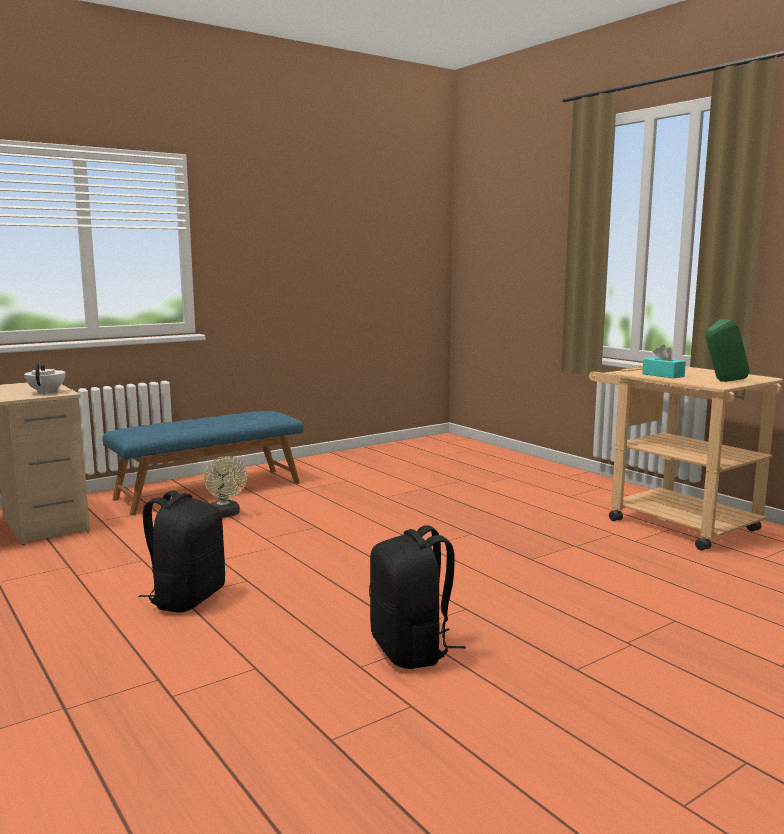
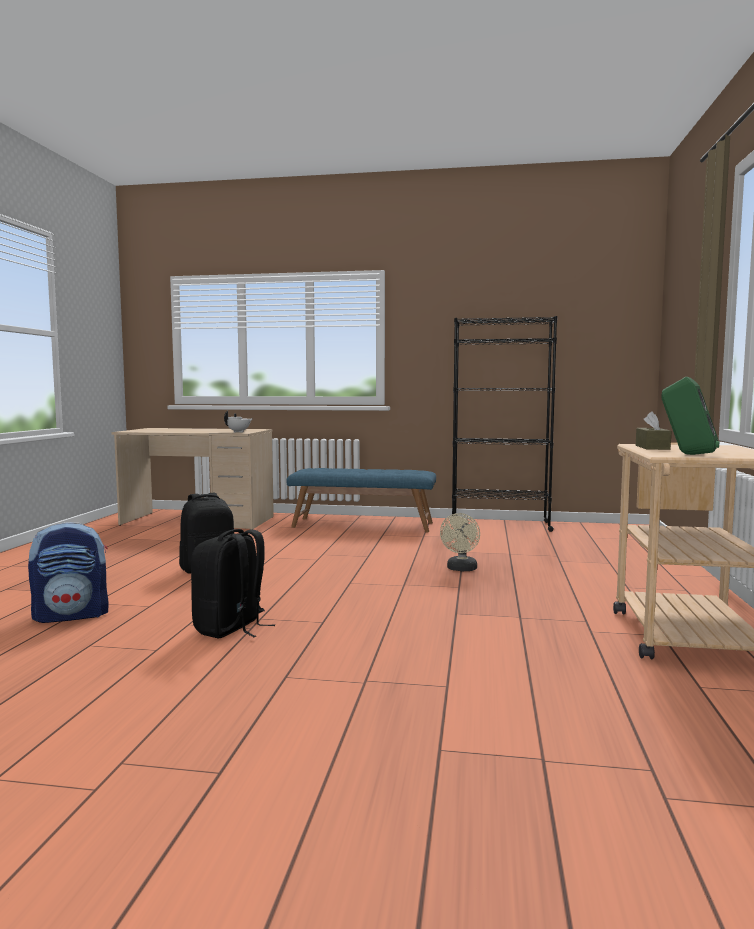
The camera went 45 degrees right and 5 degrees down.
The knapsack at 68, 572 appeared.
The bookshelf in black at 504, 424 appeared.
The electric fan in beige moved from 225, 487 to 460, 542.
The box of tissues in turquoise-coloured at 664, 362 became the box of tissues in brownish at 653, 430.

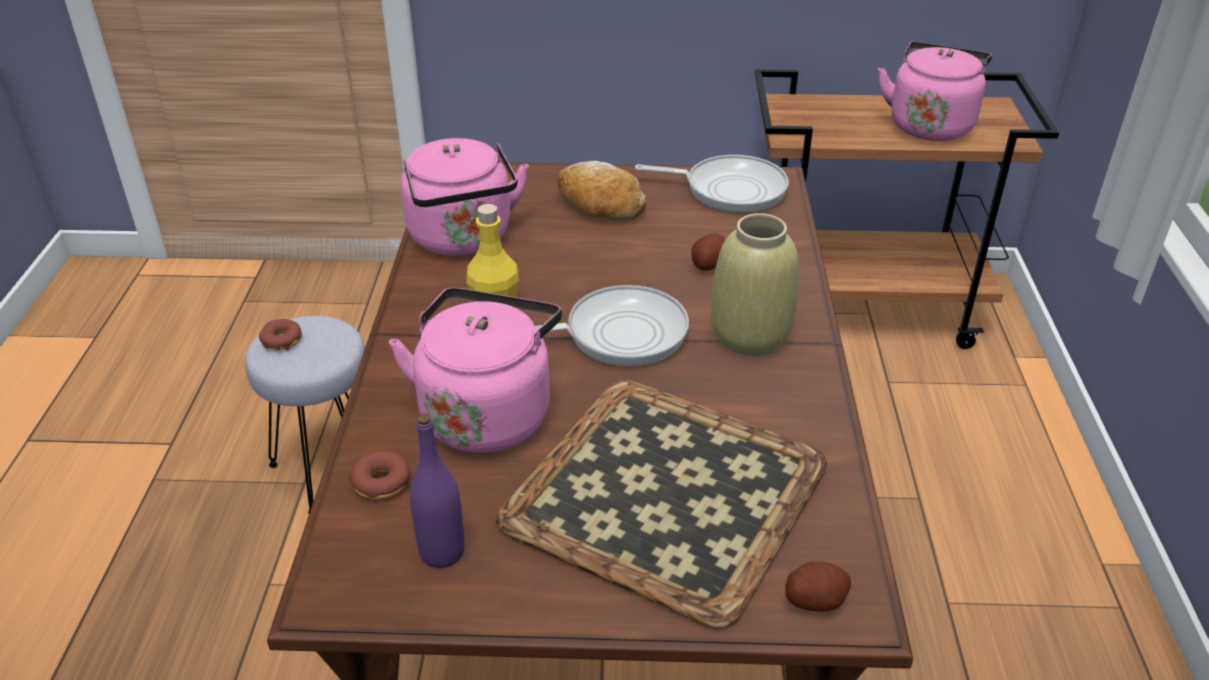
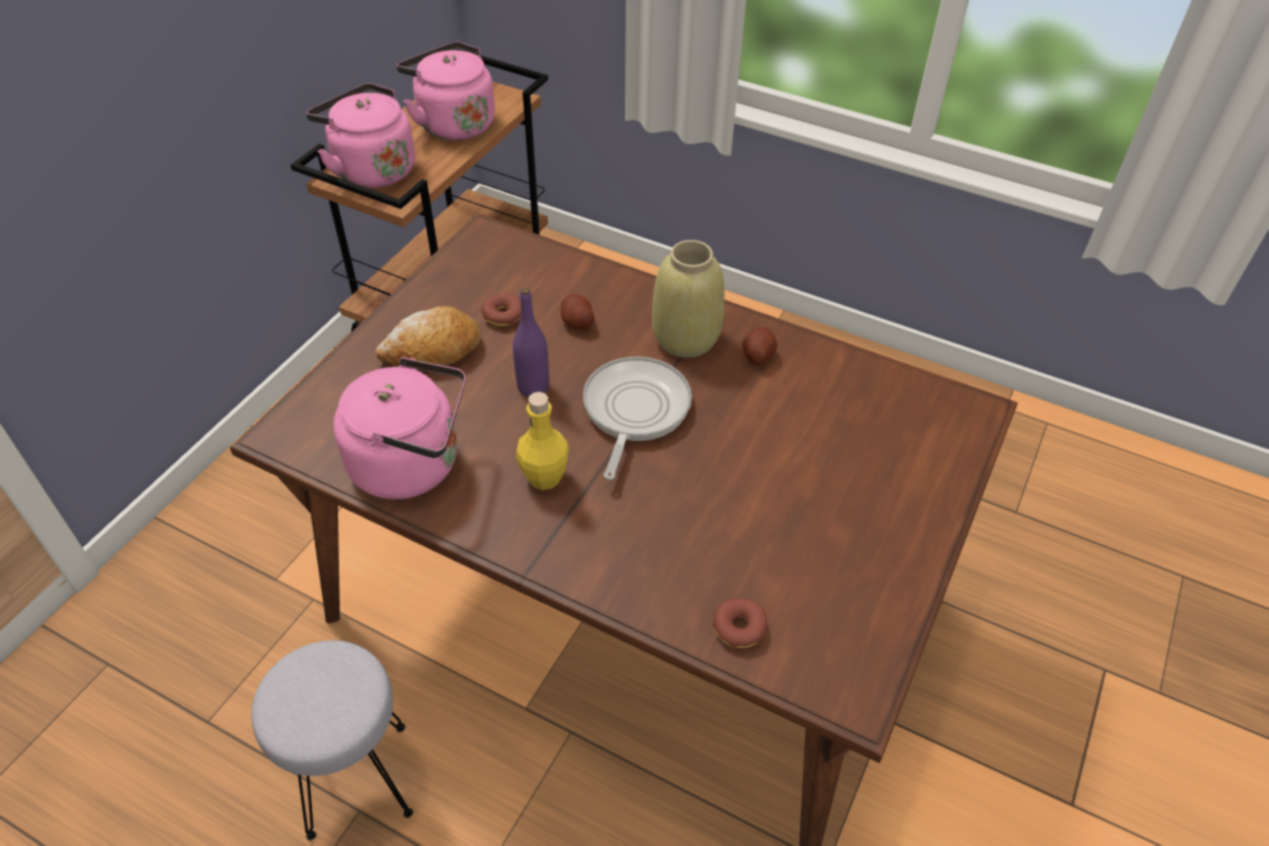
The camera went 65 degrees left and 10 degrees up.
The carrying tray at 661, 504 disappeared.
The pan at 712, 184 disappeared.
The doughnut moved from 280, 334 to 501, 309.
The tea kettle in pink-coloured moved from 475, 370 to 360, 135.
The bottle in purple-coloured moved from 437, 491 to 531, 342.
The spud moved from 818, 586 to 759, 346.

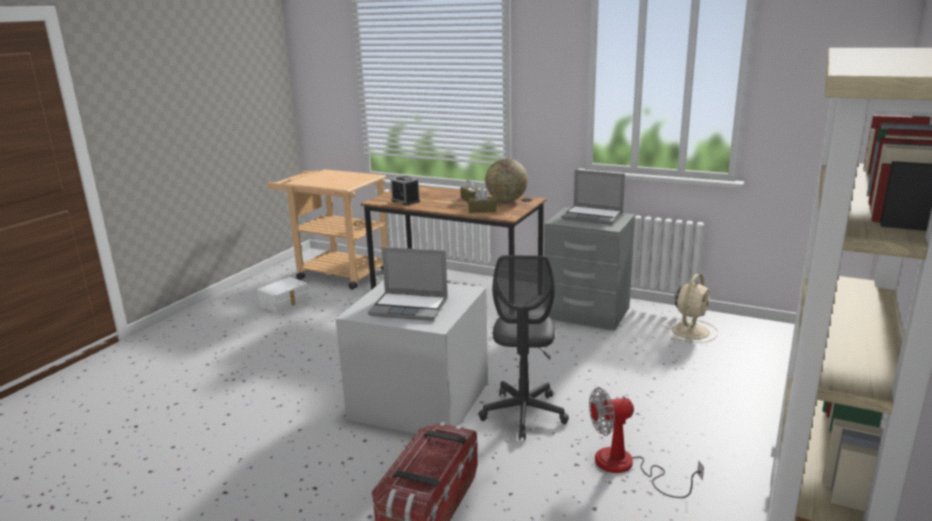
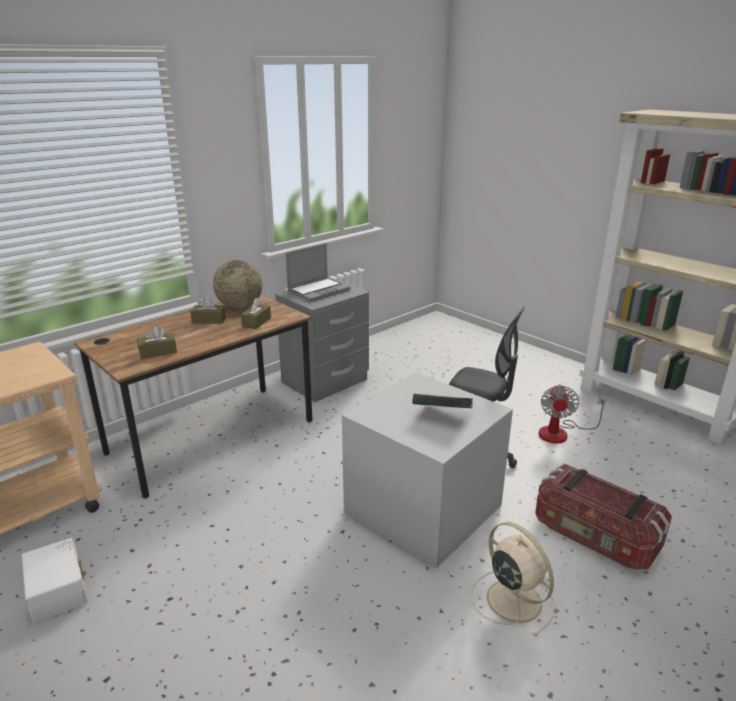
The camera went 70 degrees left and 5 degrees up.
The electric fan in beige moved from 691, 308 to 513, 579.
The portable computer at 408, 284 was replaced by the volume at 442, 401.
The table clock at 405, 191 was replaced by the box of tissues in brownish at 157, 342.

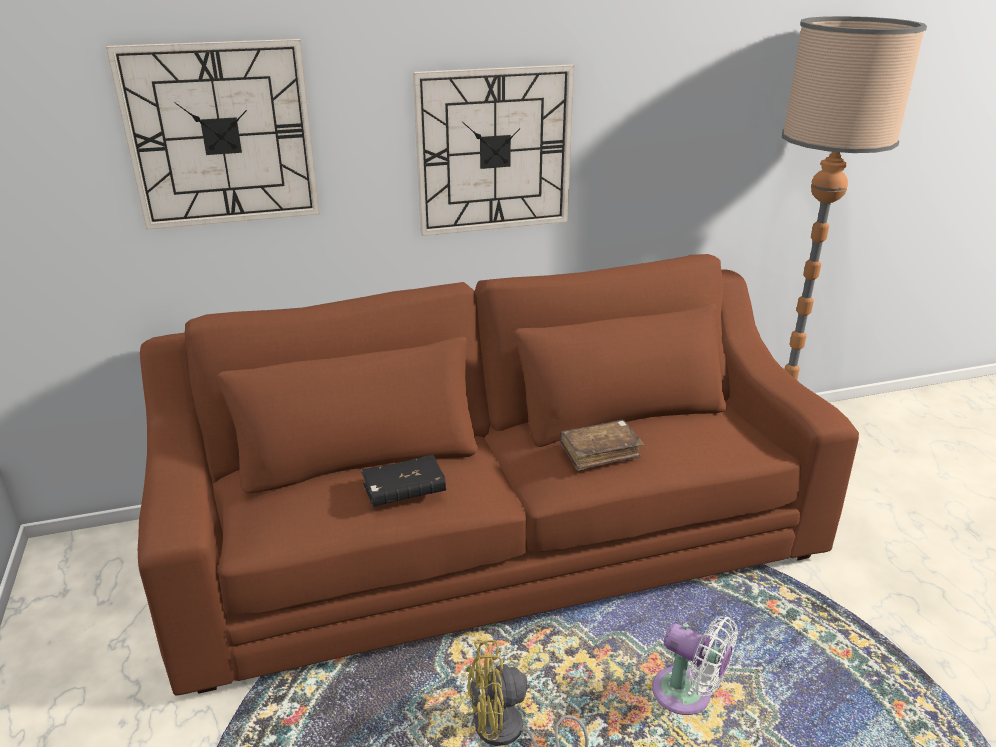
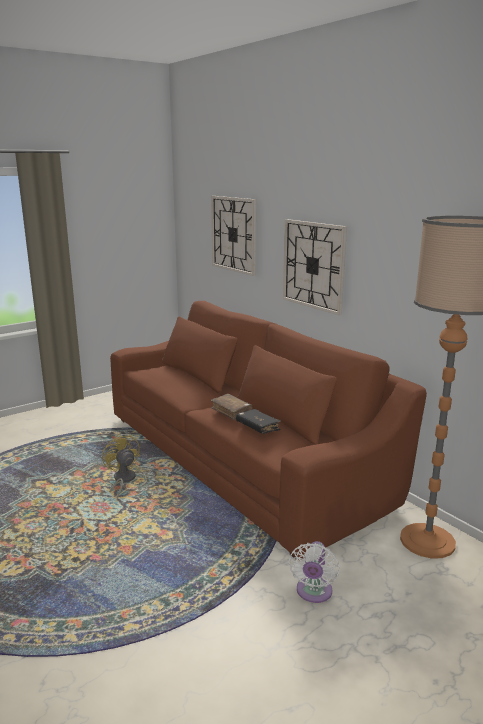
The camera went 70 degrees right and 10 degrees down.
The volume in black moved from 403, 480 to 258, 421.
The electric fan in whitish moved from 695, 665 to 314, 572.

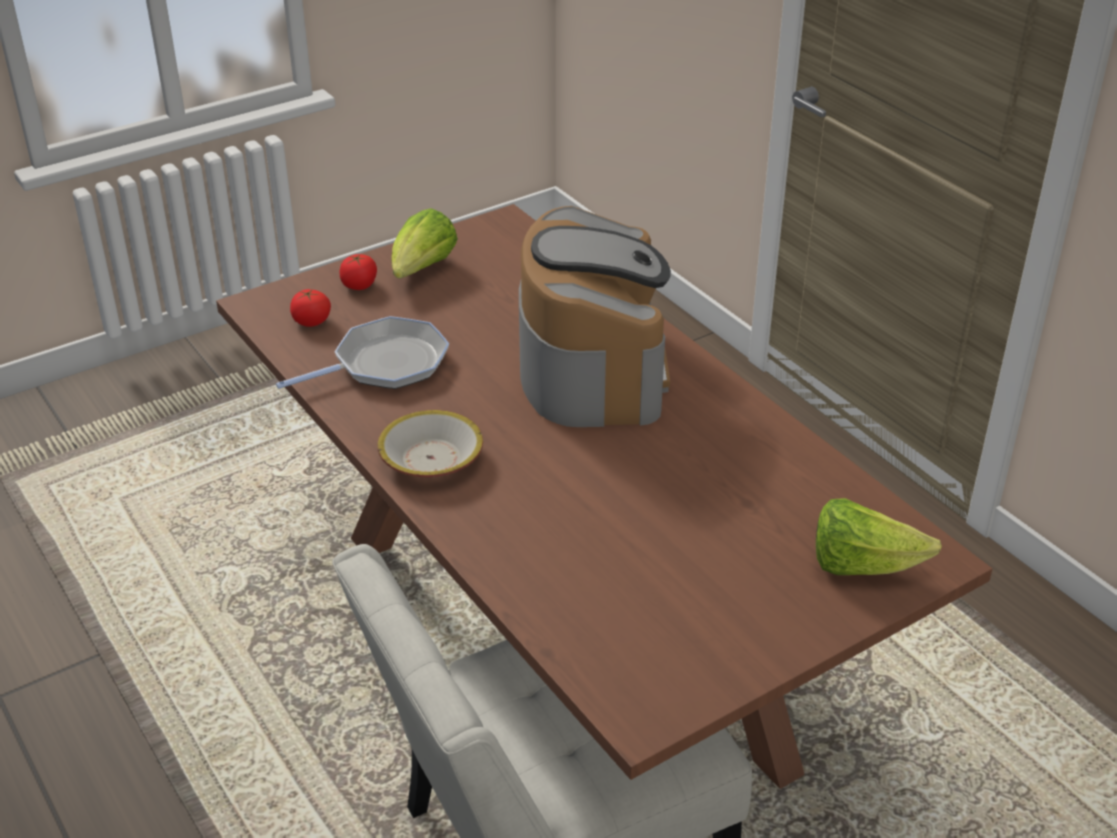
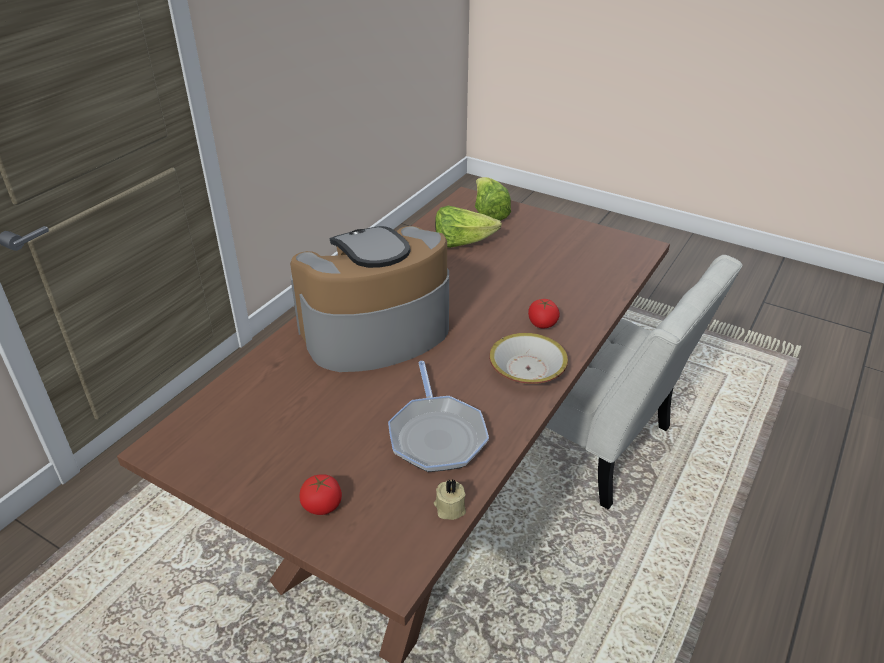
The camera went 115 degrees left and 0 degrees up.
The wax candle in beige at 450, 499 appeared.
The fresh tomato moved from 310, 308 to 544, 313.
The lettuce head moved from 424, 243 to 468, 227.
The pan at 362, 352 turned 135 degrees counterclockwise.

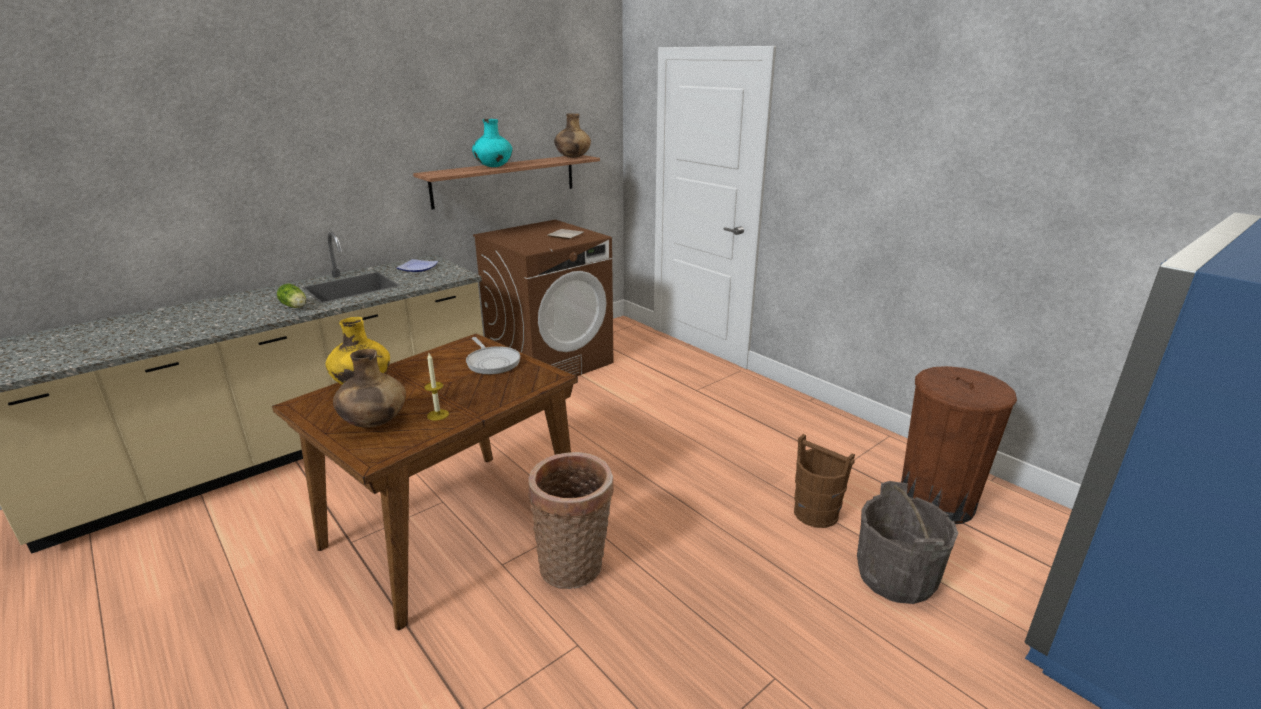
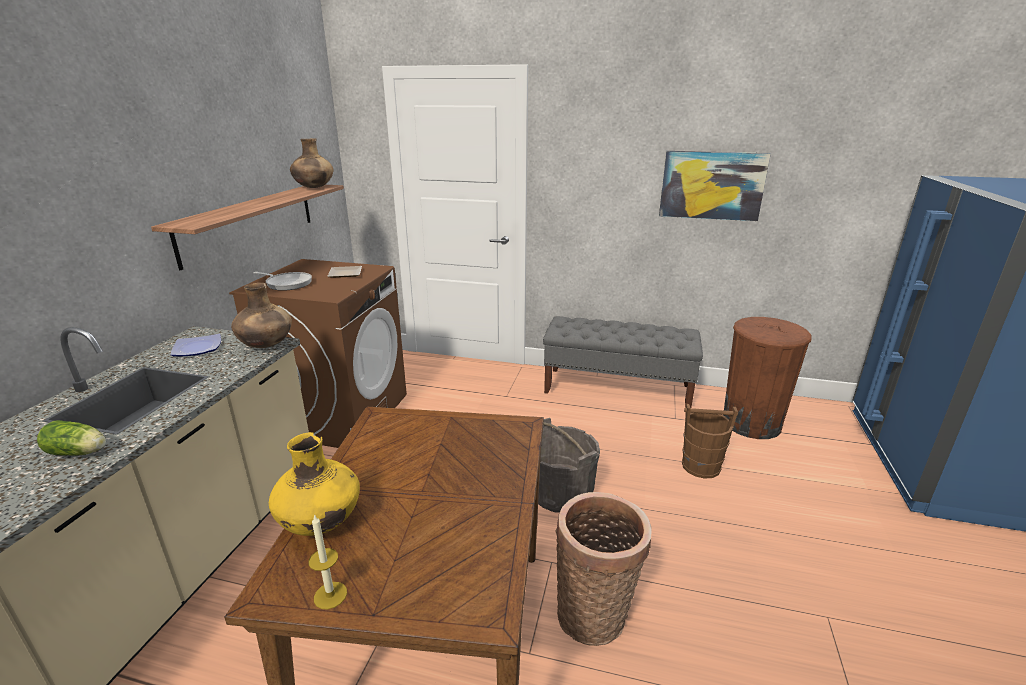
The camera went 35 degrees left and 0 degrees up.
The decorative vase in turquoise-coloured at 492, 143 disappeared.
The long seat in grey at 623, 362 appeared.
The wall picture at 715, 186 appeared.
The decorative vase in brownish moved from 369, 388 to 261, 315.
The wax candle moved from 436, 387 to 327, 561.
The pan moved from 493, 355 to 283, 281.
The bucket in grey moved from 907, 542 to 569, 465.

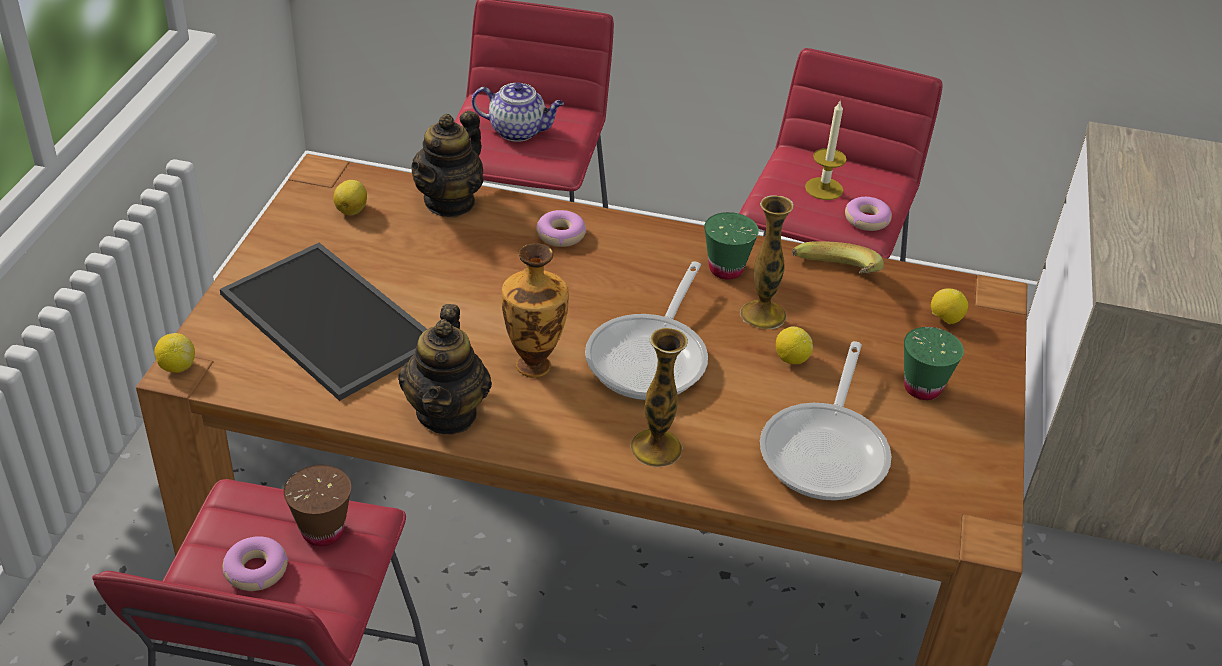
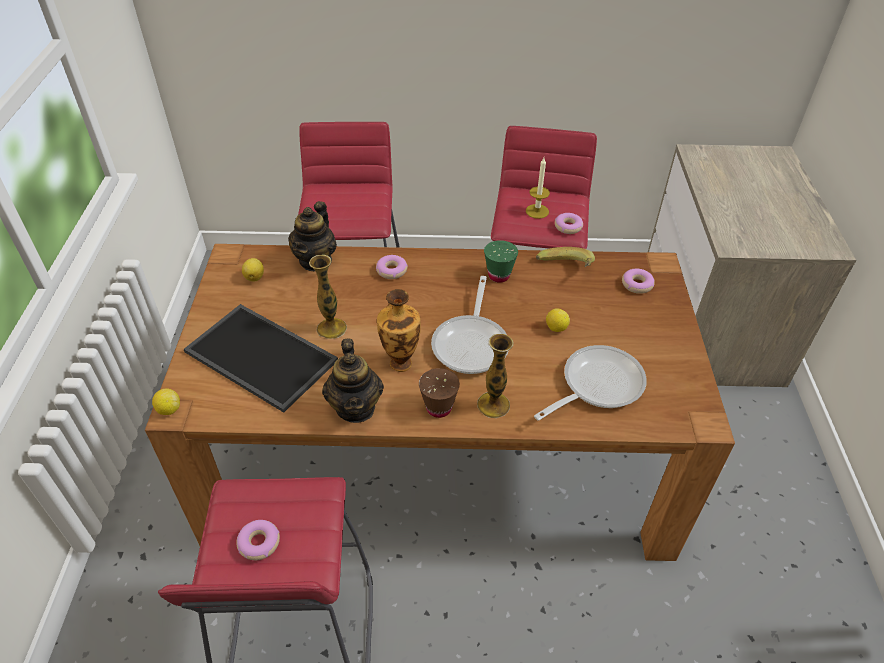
The camera went 10 degrees left and 5 degrees up.
The teapot at 518, 112 disappeared.
The cup in green at 934, 363 disappeared.
The cup in brownish moved from 317, 505 to 439, 393.
The decorative vase moved from 767, 262 to 328, 297.
The citrus fruit at 949, 306 was replaced by the doughnut at 638, 281.
The pan at 825, 421 turned 135 degrees counterclockwise.

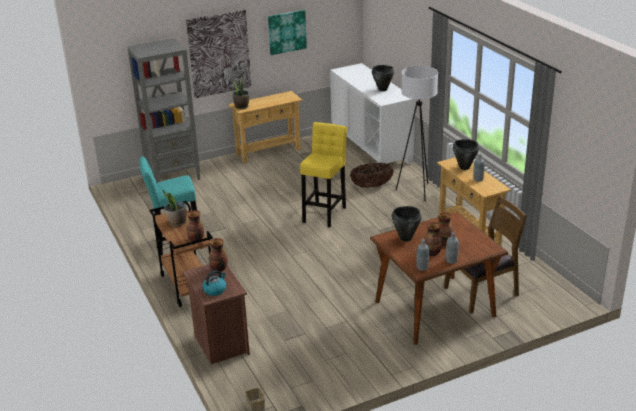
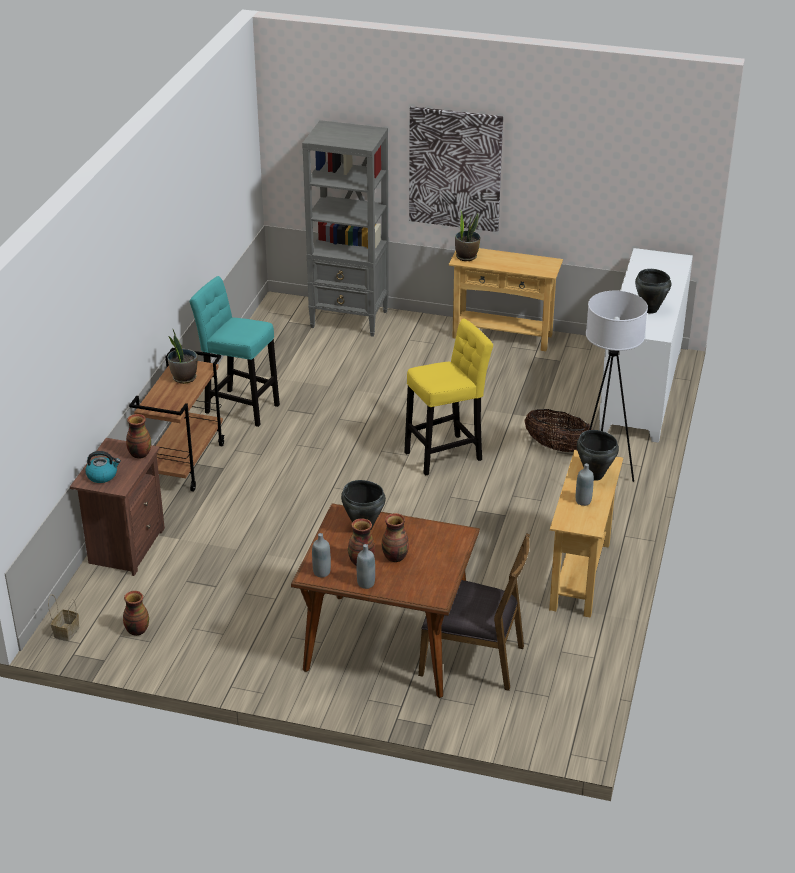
The camera went 40 degrees right and 5 degrees up.
The wall picture at 287, 32 disappeared.
The decorative vase moved from 195, 226 to 136, 613.

